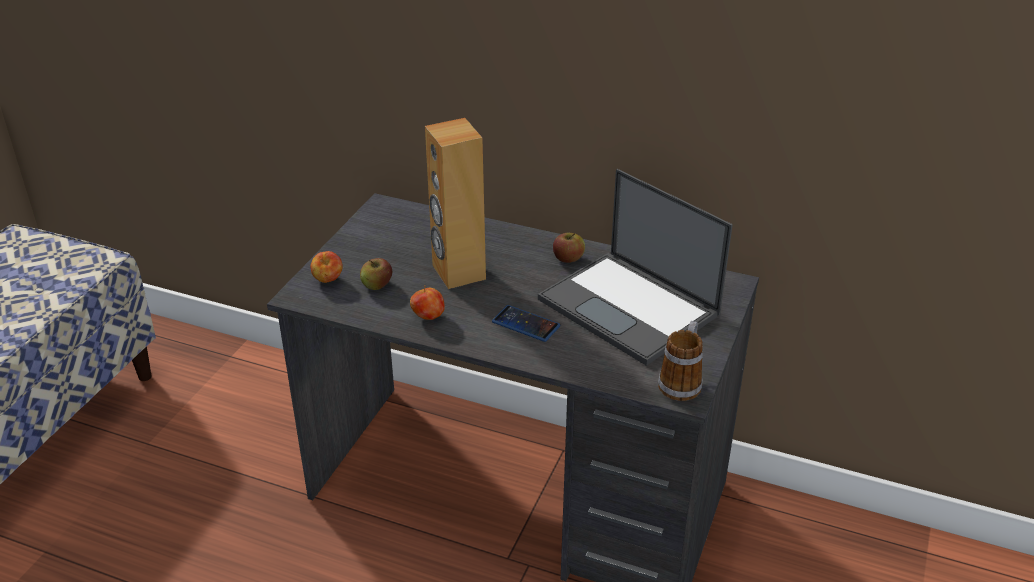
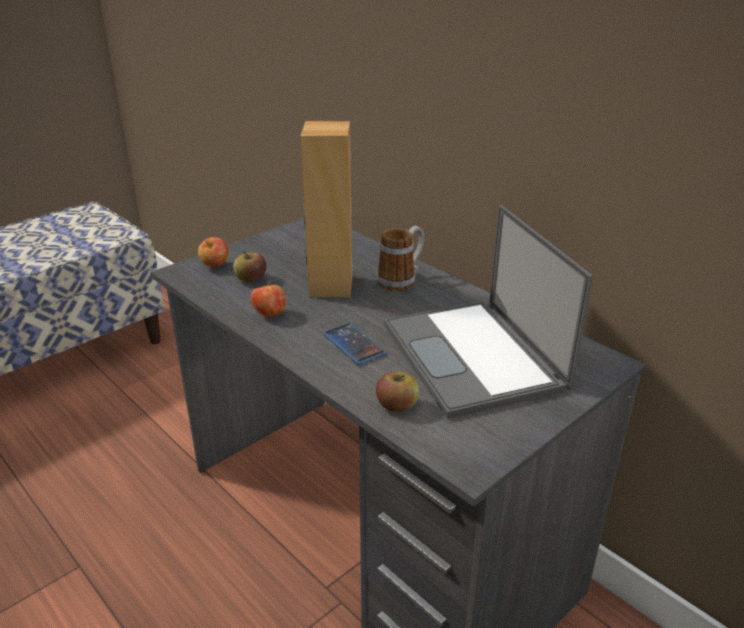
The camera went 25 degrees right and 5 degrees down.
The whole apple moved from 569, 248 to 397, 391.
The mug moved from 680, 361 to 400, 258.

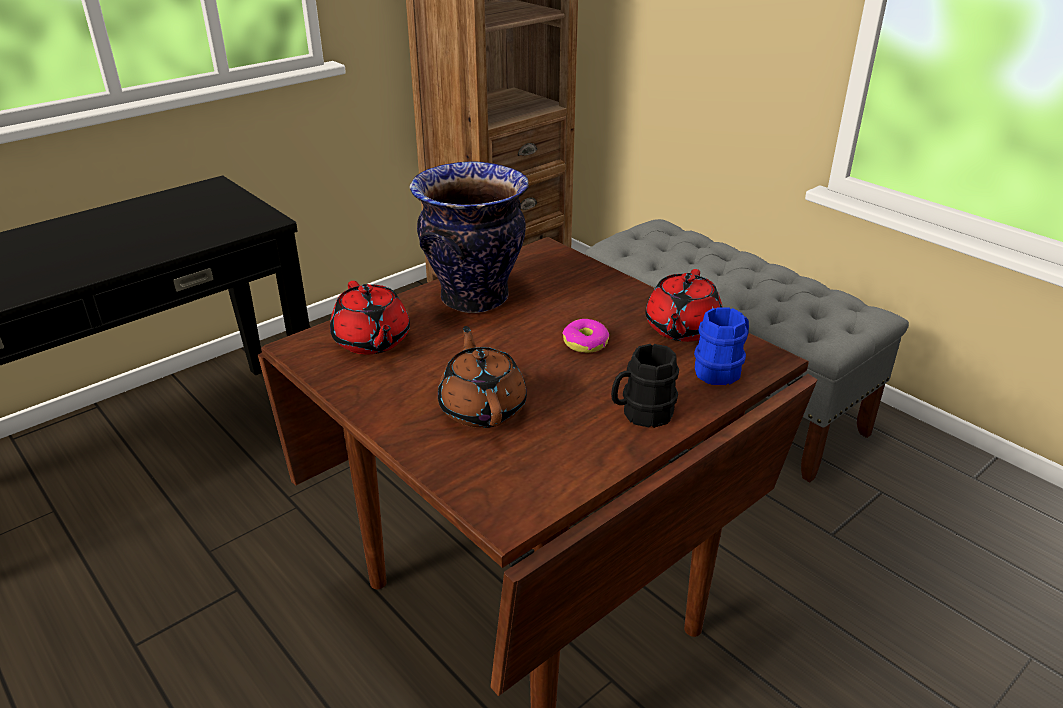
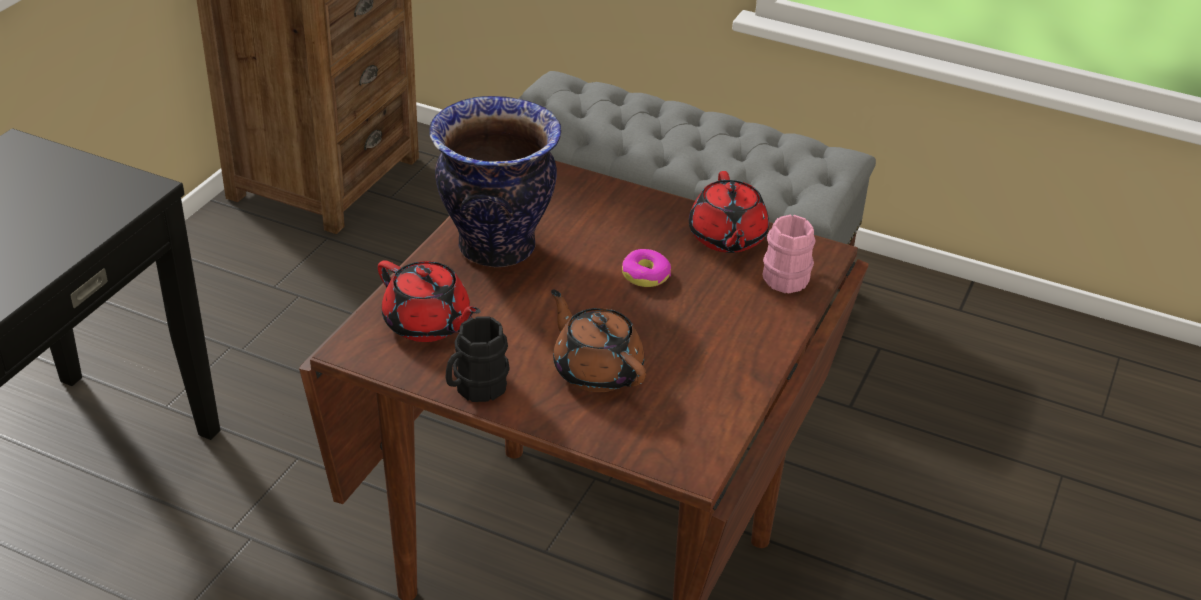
The camera went 25 degrees left and 5 degrees up.
The mug in black moved from 645, 386 to 477, 359.
The mug in blue at 721, 346 became the mug in pink-coloured at 788, 254.

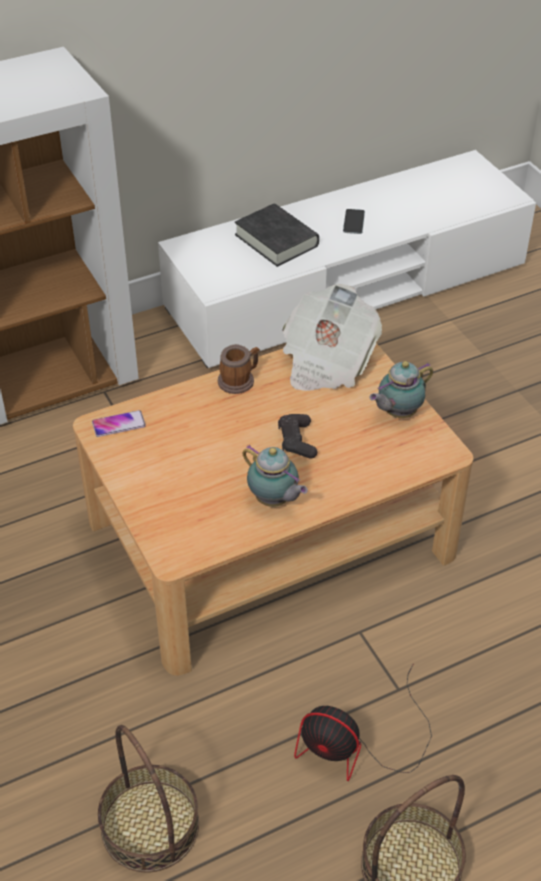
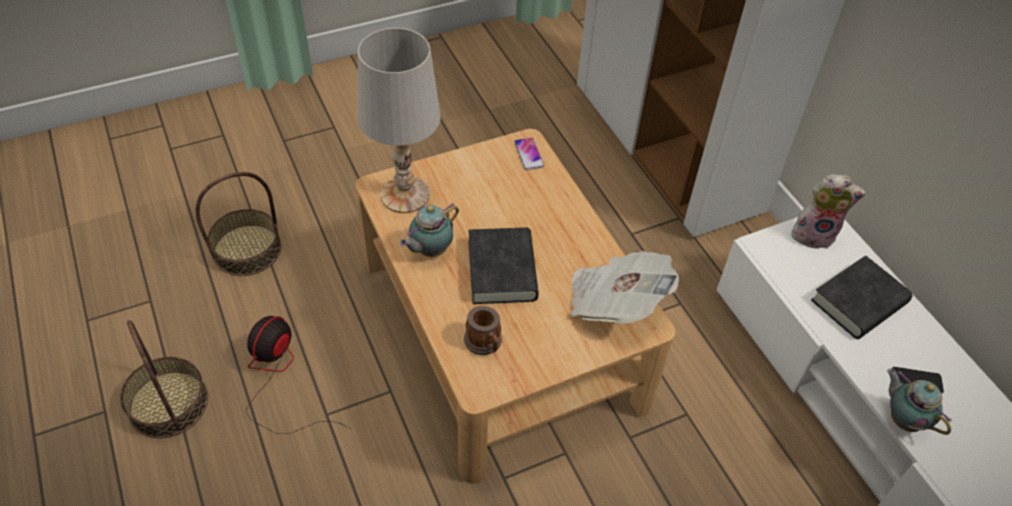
The camera went 90 degrees right and 5 degrees up.
The table lamp in whitish at 399, 120 appeared.
The cuddly toy at 828, 211 appeared.
The mug moved from 239, 369 to 483, 330.
The teapot moved from 401, 389 to 919, 402.
The game controller in black at 297, 436 was replaced by the volume in black at 503, 266.

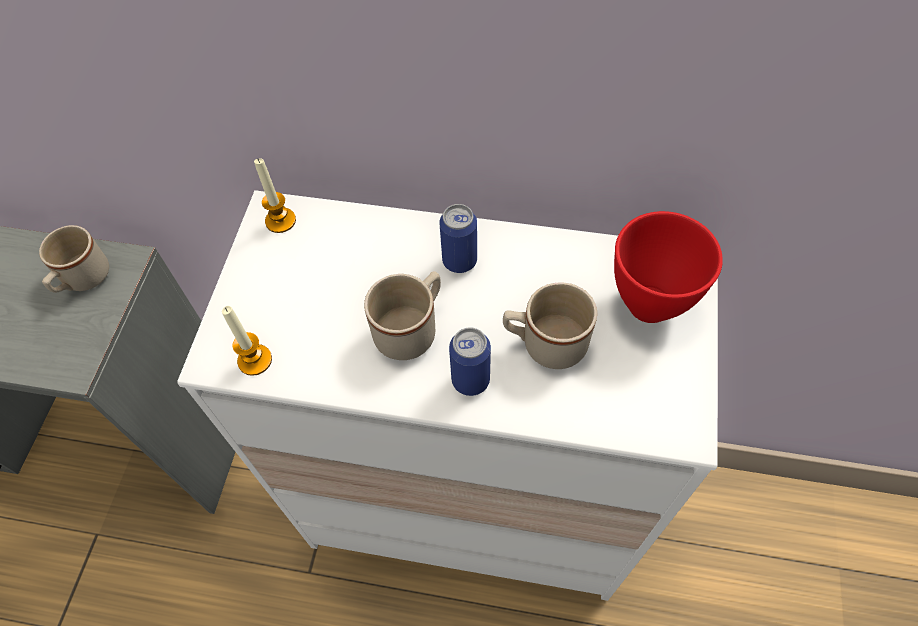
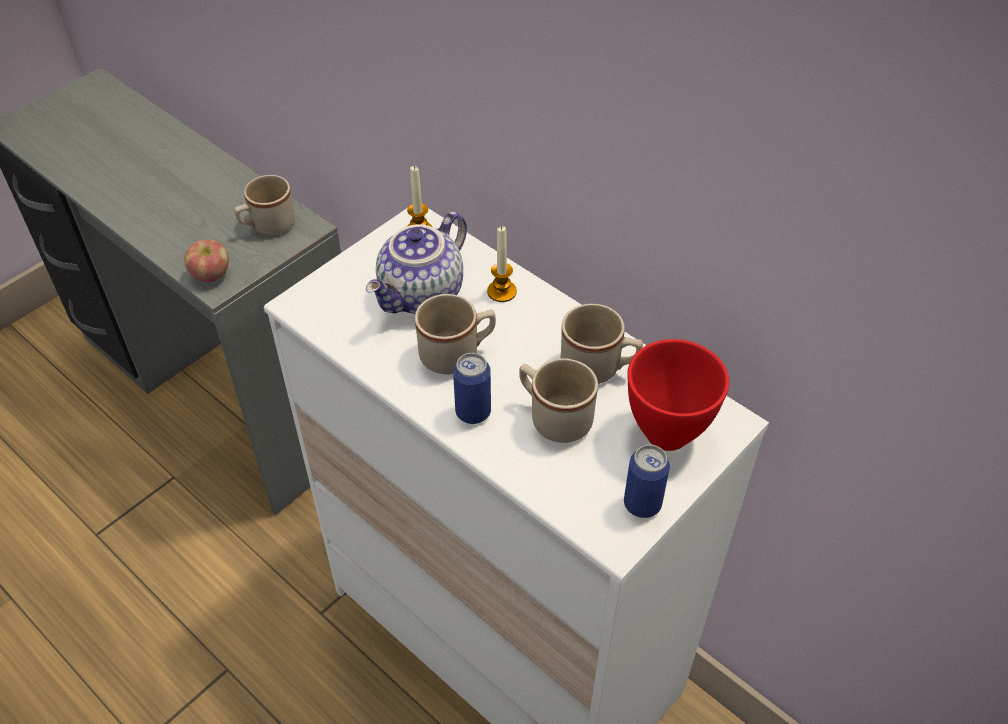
The camera went 30 degrees right and 10 degrees down.
The whole apple at 206, 261 appeared.
The teapot at 416, 263 appeared.
The mug in beige at 602, 344 appeared.
The wax candle moved from 247, 341 to 502, 264.
The metal can moved from 458, 238 to 647, 481.

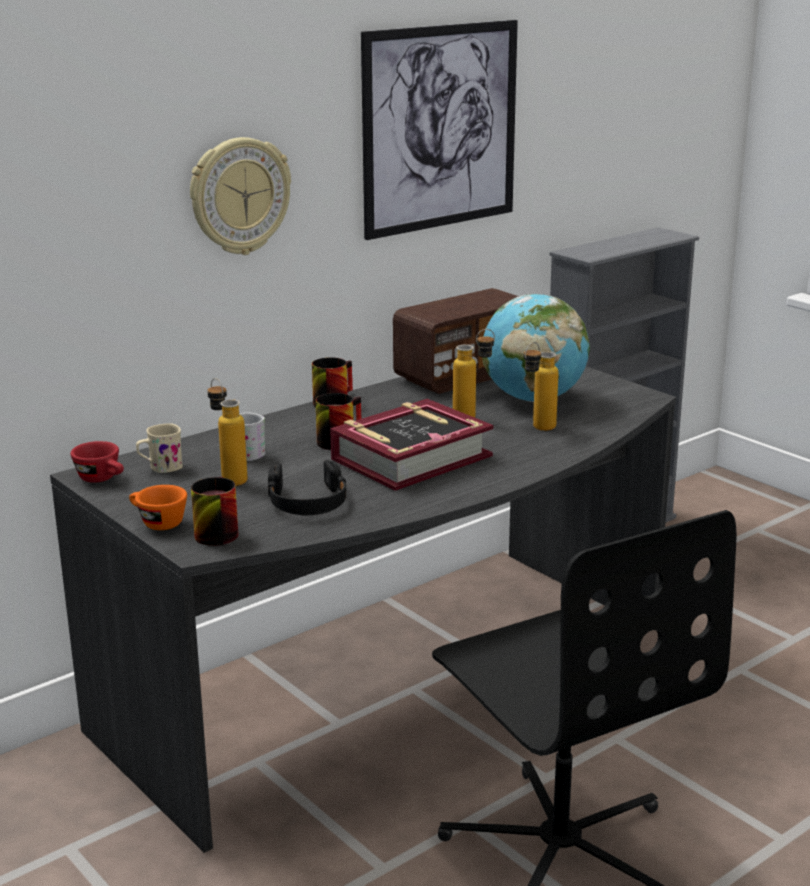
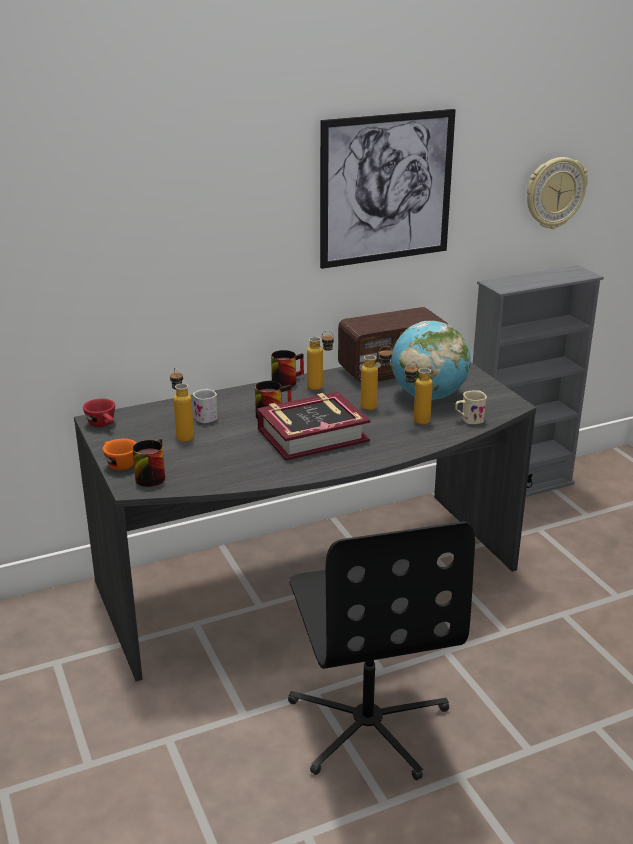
The camera went 15 degrees right and 5 degrees up.
The headset in black at 307, 487 disappeared.
The bottle at 320, 360 appeared.
The mug in beige moved from 159, 448 to 471, 407.
The clock on the wall moved from 240, 196 to 557, 193.

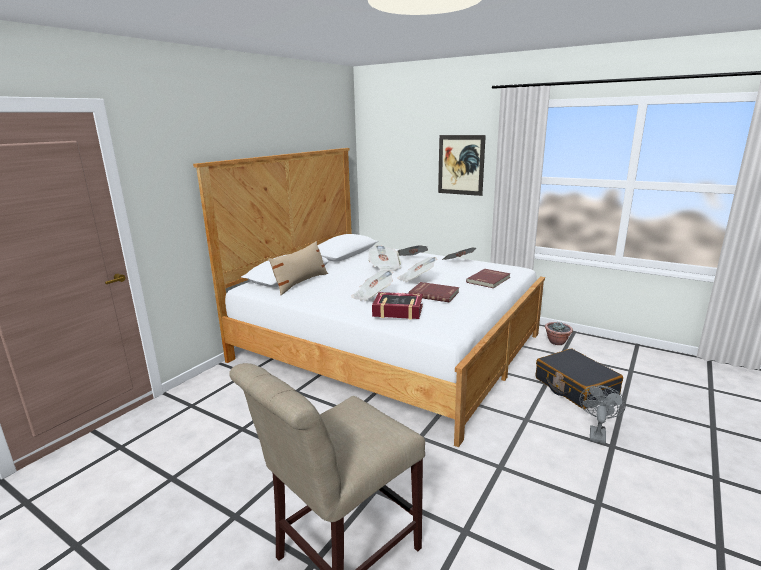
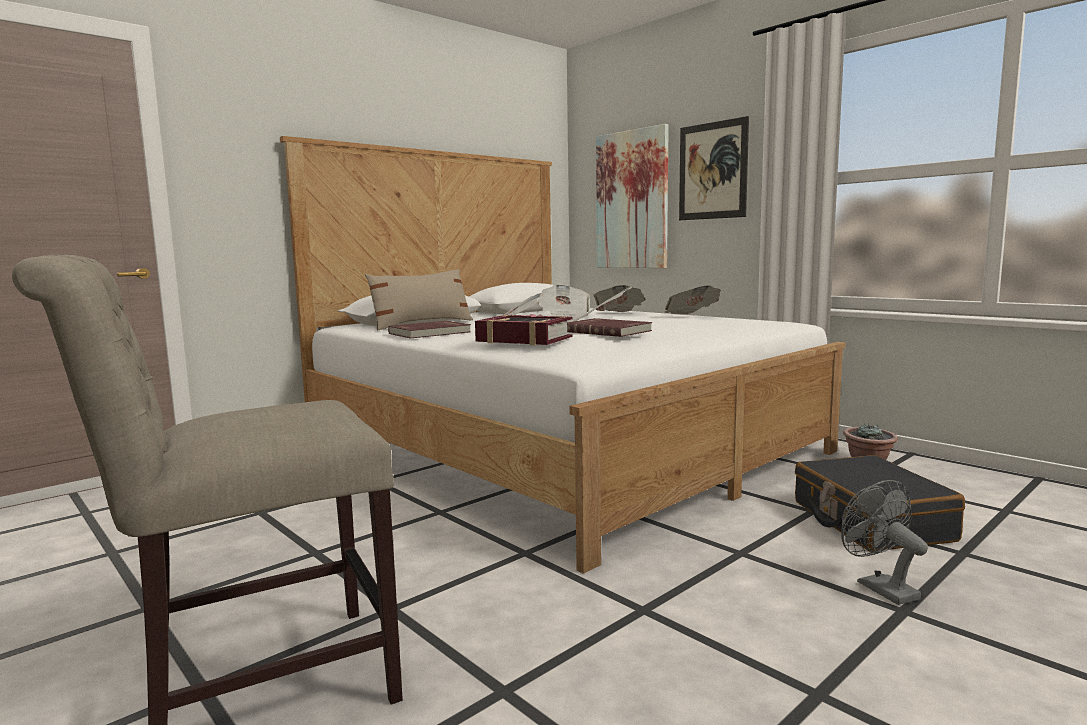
The camera went 15 degrees right and 10 degrees down.
The wall picture at 632, 196 appeared.
The volume in red moved from 488, 278 to 429, 330.
The electric fan in grey at 602, 414 turned 60 degrees counterclockwise.

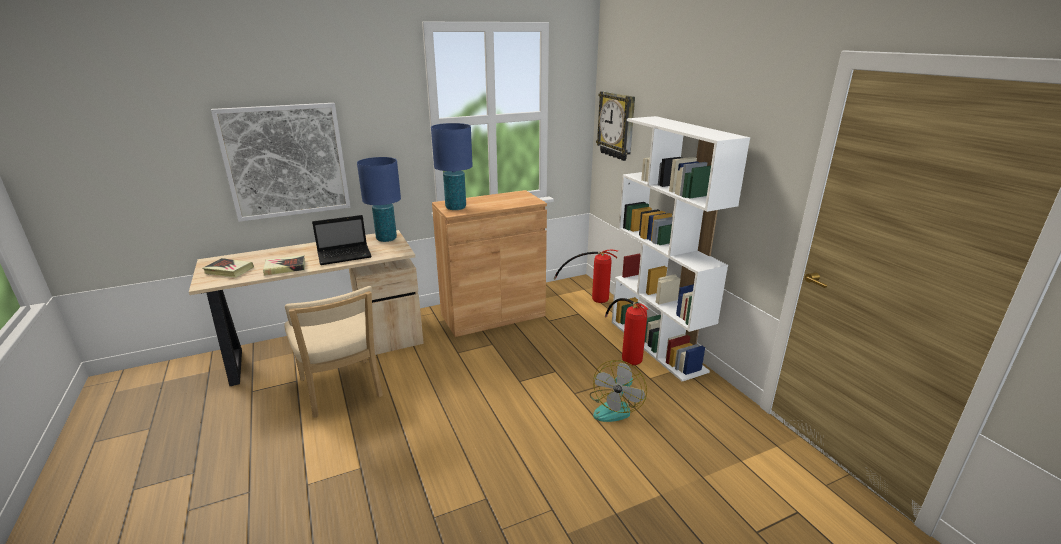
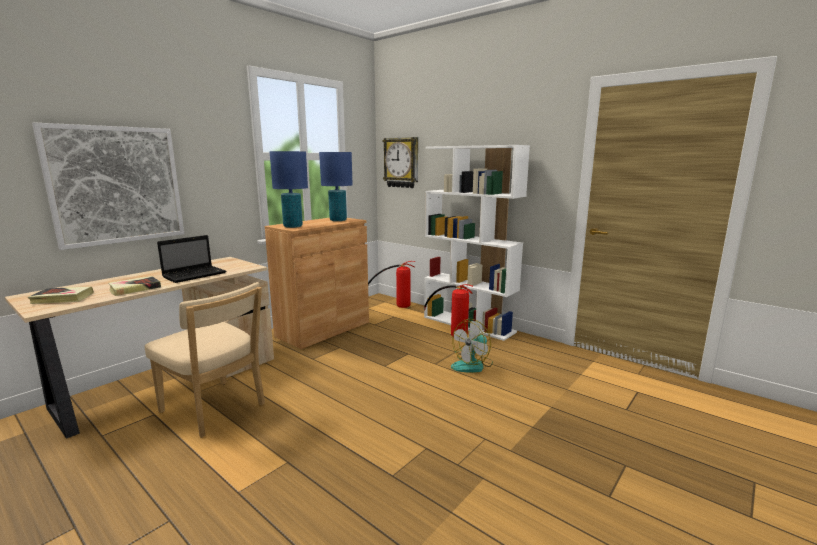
The camera went 25 degrees left and 10 degrees down.
The table lamp in blue moved from 379, 199 to 336, 186.
The electric fan at 618, 391 turned 45 degrees clockwise.

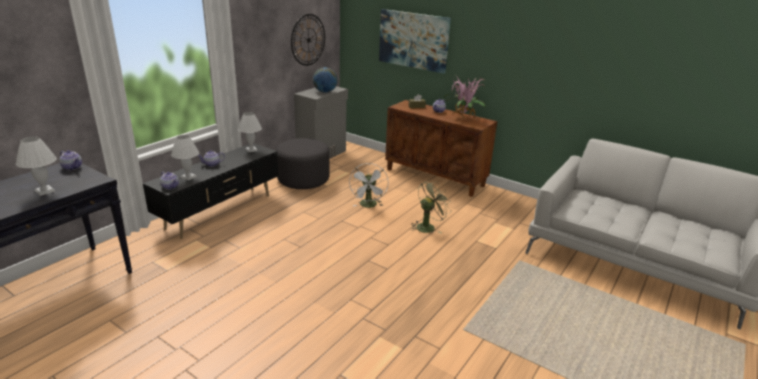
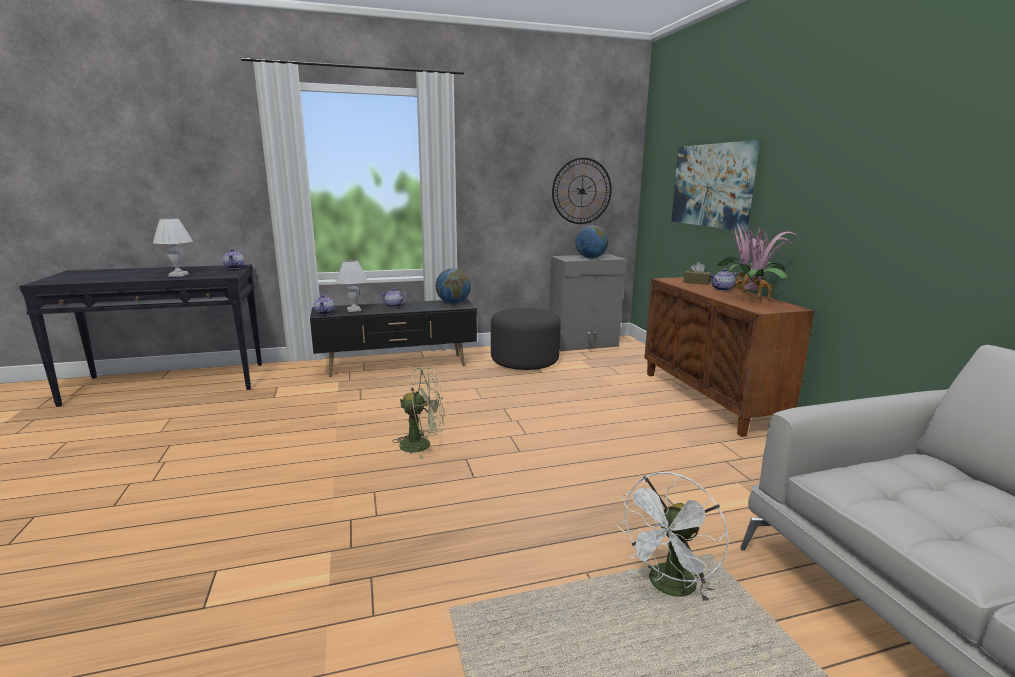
The camera went 40 degrees right and 10 degrees down.
The electric fan in whitish moved from 368, 185 to 673, 537.
The electric fan in green moved from 431, 206 to 418, 413.
The table lamp in whitish at 250, 132 was replaced by the desk globe at 453, 286.

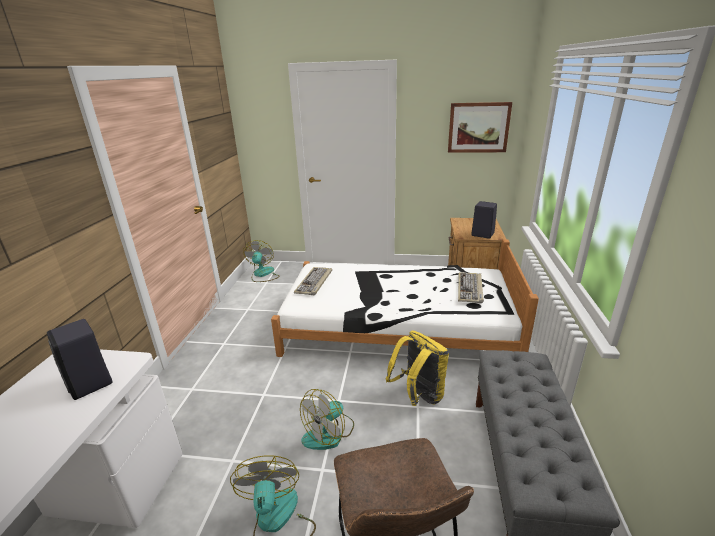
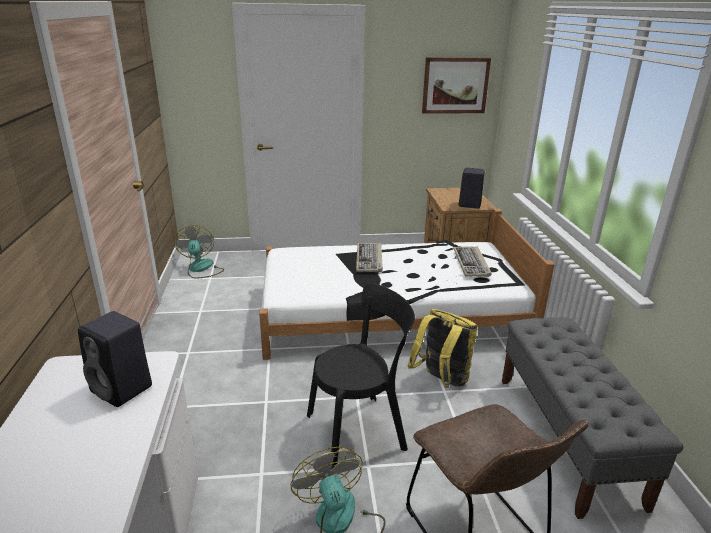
The camera went 15 degrees left and 0 degrees up.
The PC keyboard moved from 313, 281 to 369, 257.
The electric fan at 327, 419 was replaced by the plain chair in black at 361, 376.

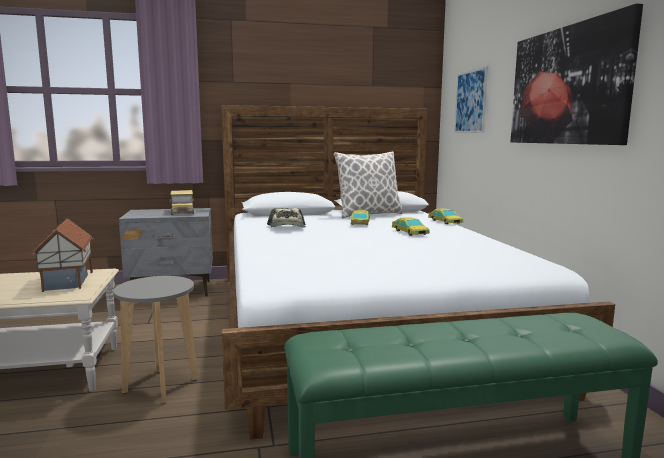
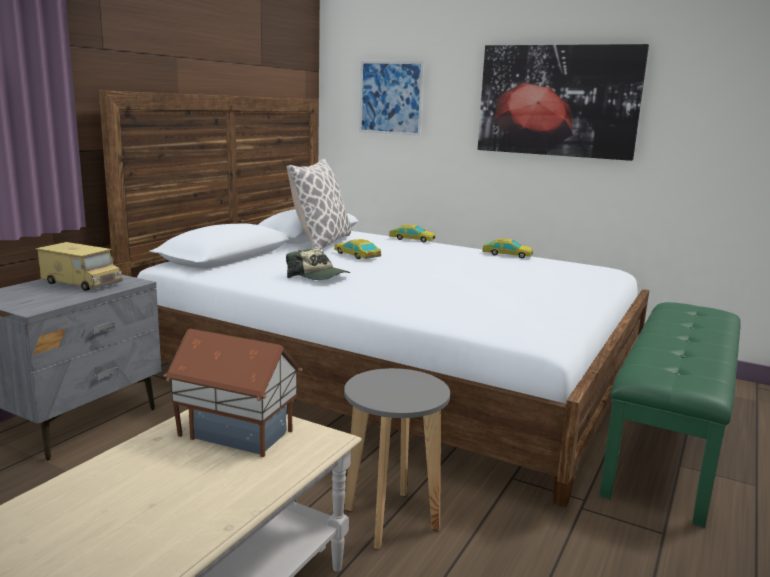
The camera went 50 degrees left and 5 degrees up.
The toy car moved from 411, 226 to 507, 248.

